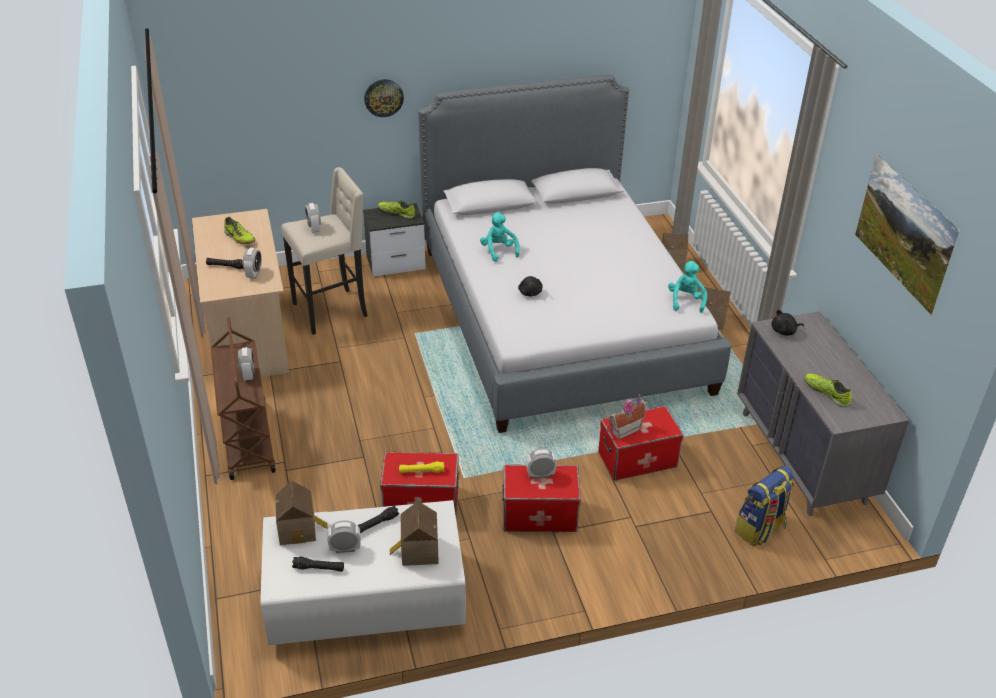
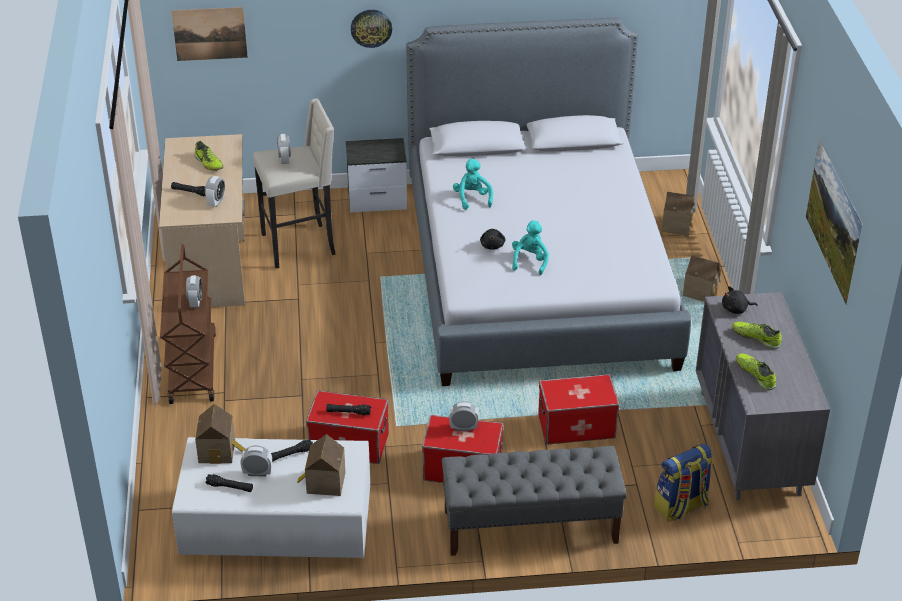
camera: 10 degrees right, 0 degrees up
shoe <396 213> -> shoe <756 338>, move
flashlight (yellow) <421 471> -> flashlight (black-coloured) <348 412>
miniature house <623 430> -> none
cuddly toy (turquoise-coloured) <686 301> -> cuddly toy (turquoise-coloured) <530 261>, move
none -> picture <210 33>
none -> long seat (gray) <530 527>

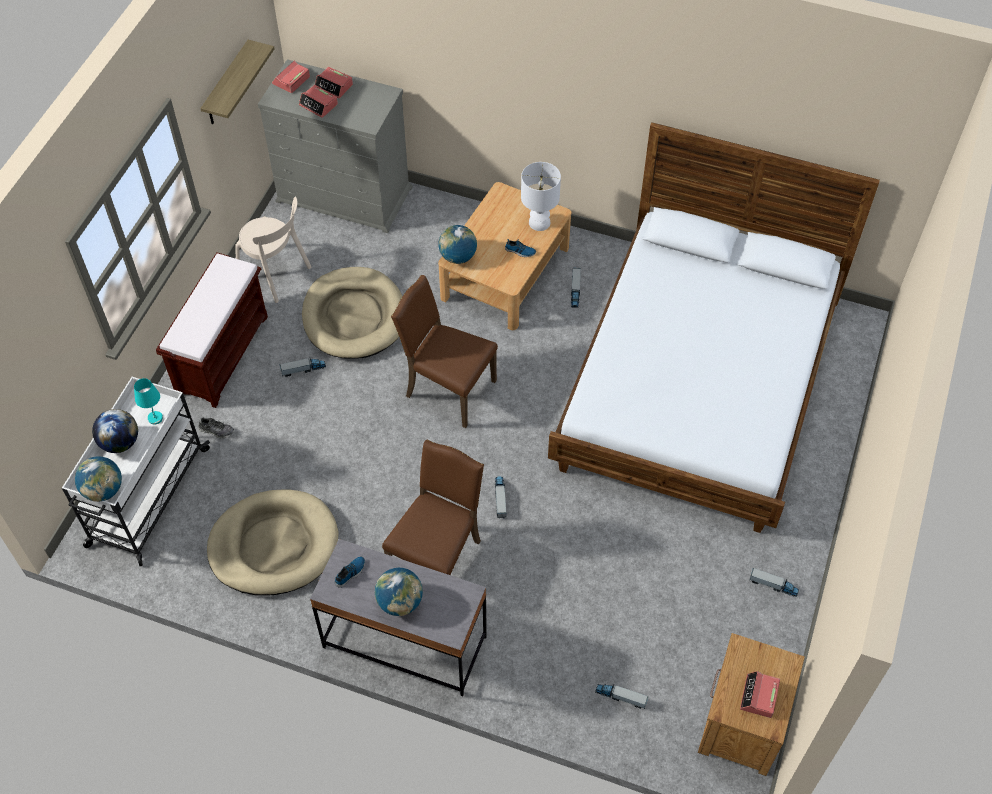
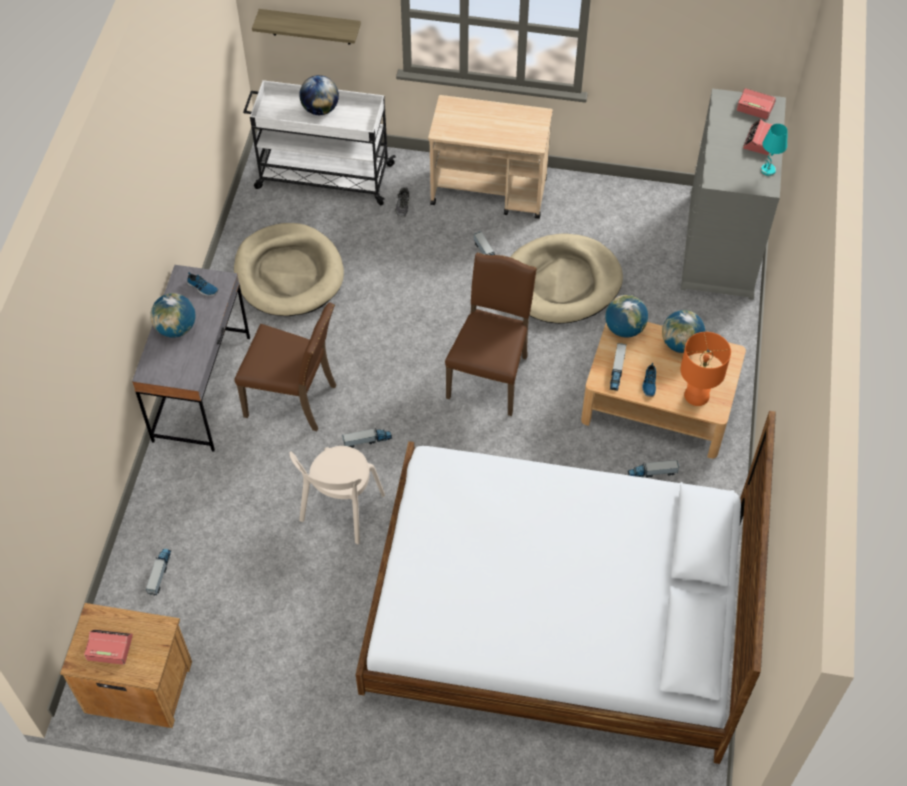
camera: 80 degrees right, 0 degrees up
globe <103 490> -> globe <680 344>, move
lamp for a table (turquoise-coloured) <155 418> -> lamp for a table (turquoise-coloured) <768 170>, move
long seat (brown) <222 354> -> cart (sand-coloured) <490 192>
bracket shelf <227 85> -> bracket shelf <310 27>, move
chair (sand-coloured) <276 275> -> chair (sand-coloured) <340 511>, move
table clock <319 105> -> none
lamp for a table (white-coloured) <538 223> -> lamp for a table (orange-coloured) <696 395>
model truck <773 585> -> model truck <617 371>, move

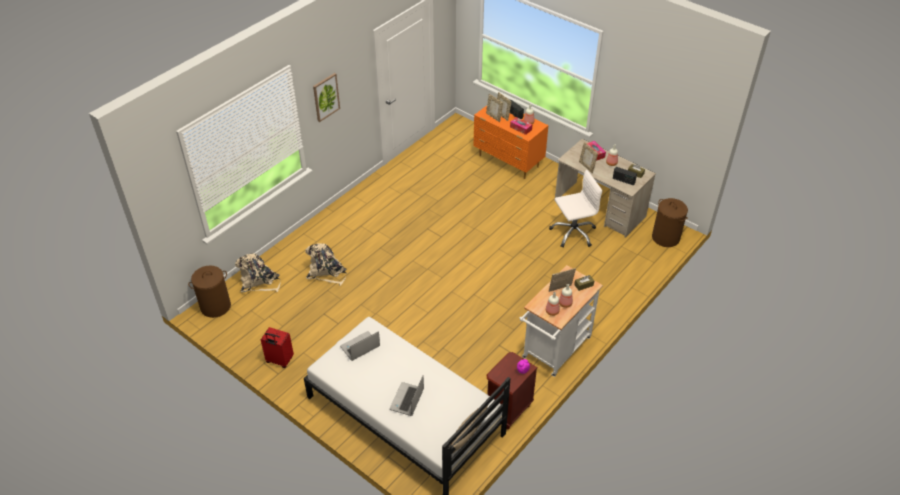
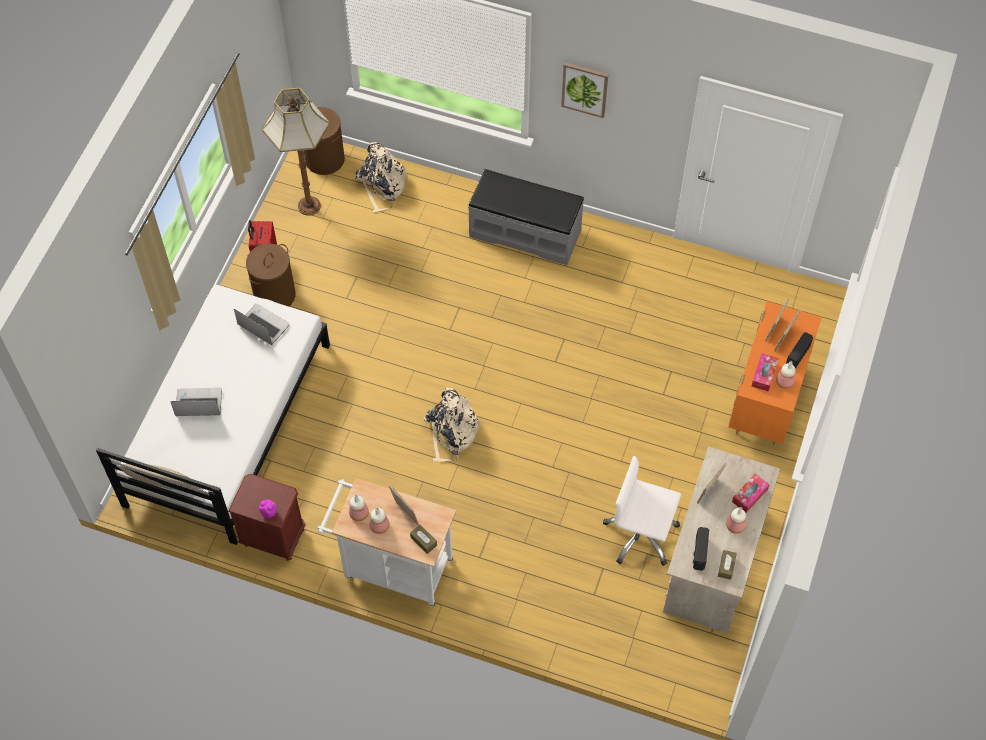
camera: 70 degrees right, 15 degrees up
rucksack (sand-coloured) <326 272> -> rucksack (sand-coloured) <451 432>, move
office chair (white-coloured) <573 233> -> office chair (white-coloured) <640 535>, 150 degrees clockwise
washing basket (brown) <666 238> -> washing basket (brown) <274 295>, move
none -> standing lamp <308 206>
none -> long seat (gray) <525 232>

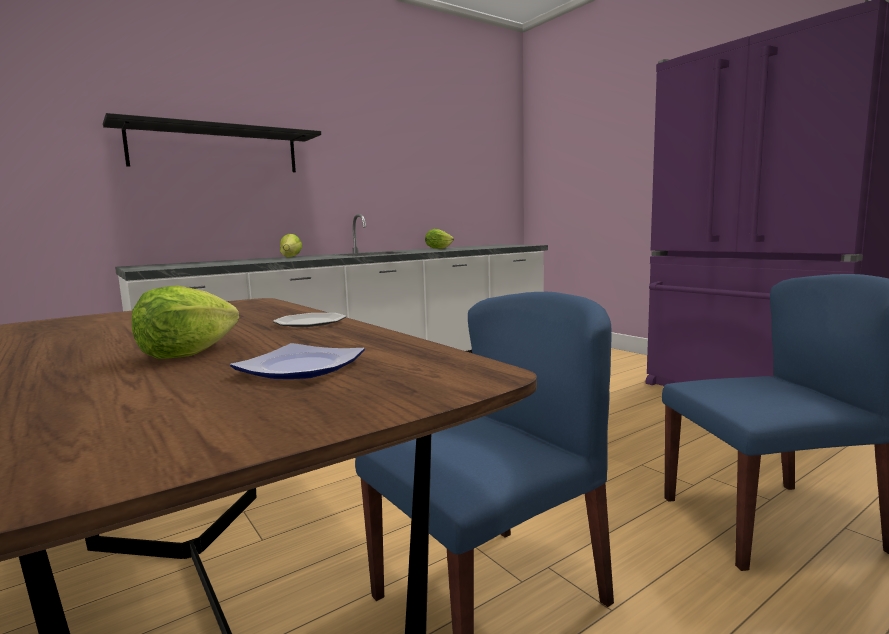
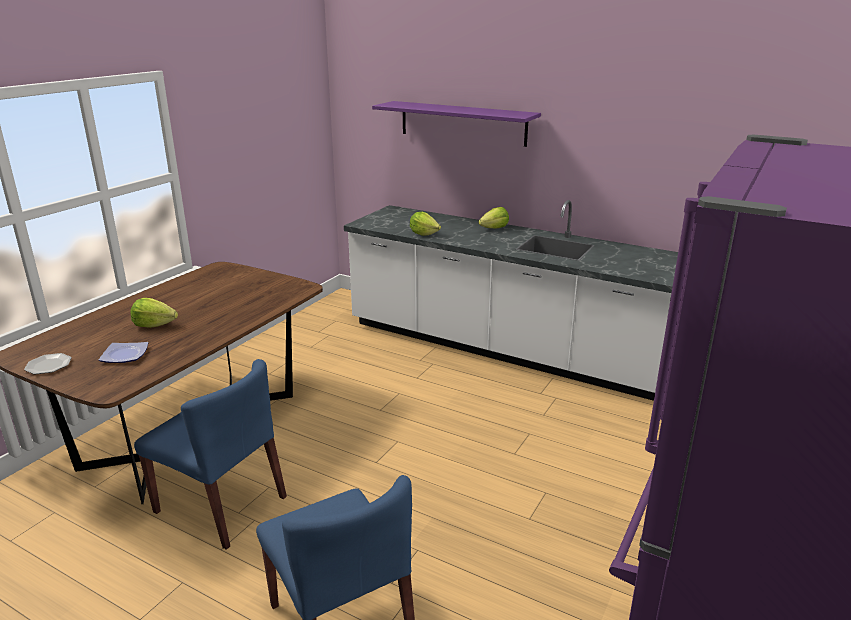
camera: 65 degrees right, 15 degrees up
bracket shelf (black-coloured) <216 150> -> bracket shelf (purplish) <462 123>
flat dish <309 323> -> flat dish <49 365>, move
lettuce head <438 249> -> lettuce head <424 234>, move

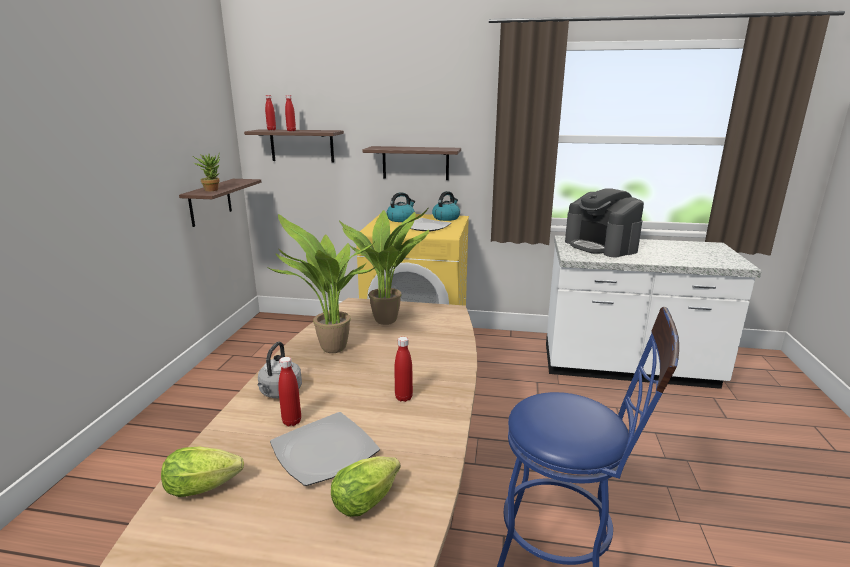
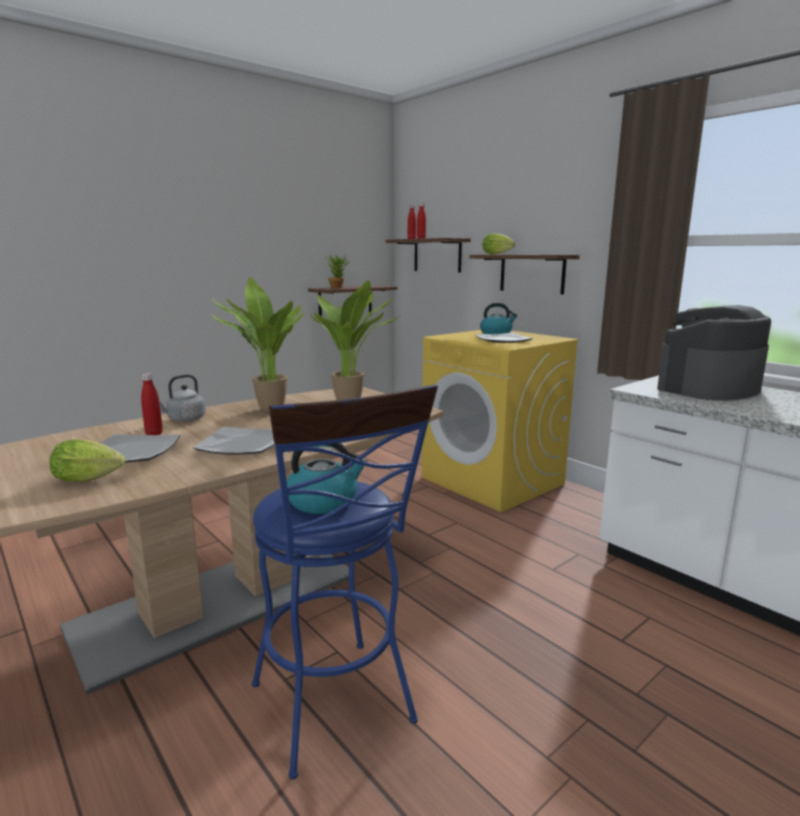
camera: 40 degrees right, 5 degrees down
lettuce head <207 487> -> lettuce head <498 254>, move
bottle (red) <403 397> -> flat dish <241 445>
kettle <446 218> -> kettle <324 501>, move
coffee brewer <601 246> -> coffee brewer <708 388>, 45 degrees clockwise

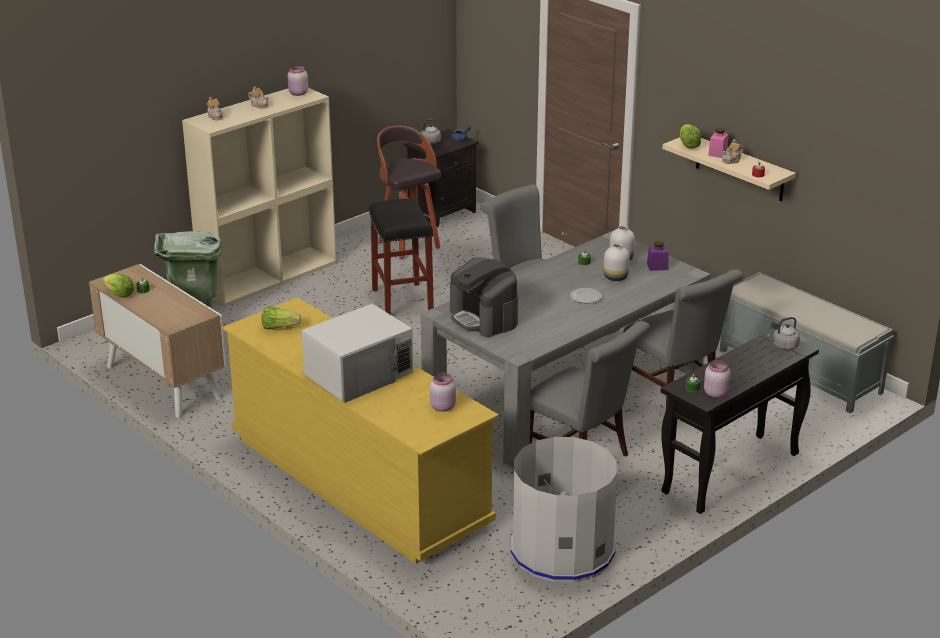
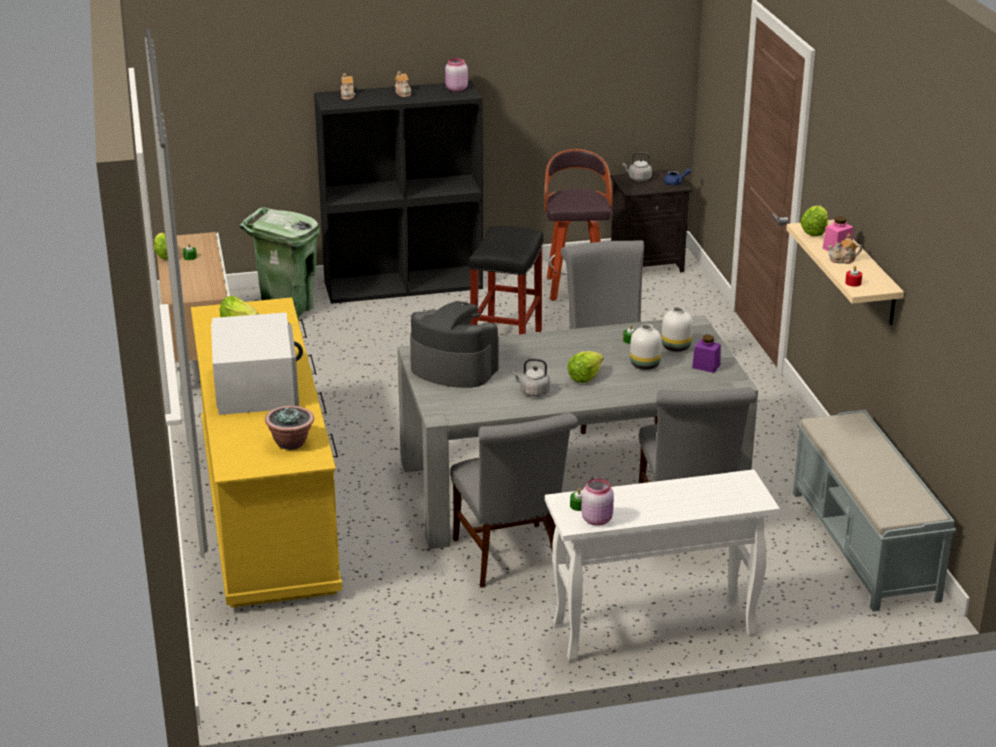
camera: 30 degrees right, 0 degrees up
shelving unit (sand-coloured) <269 276> -> shelving unit (black-coloured) <404 284>
microwave (white-coloured) <360 373> -> microwave (white-coloured) <256 387>, 90 degrees counterclockwise
storage jar (pink-coloured) <442 407> -> plant in a pot <291 443>
coffee brewer <484 318> -> coffee brewer <453 369>, 120 degrees clockwise
rubbish bin (gray) <562 550> -> none
flat dish <585 297> -> lettuce head <585 377>
hall table (black-coloured) <730 474> -> hall table (white-coloured) <652 630>
kettle (gray) <783 346> -> kettle (gray) <532 392>, move

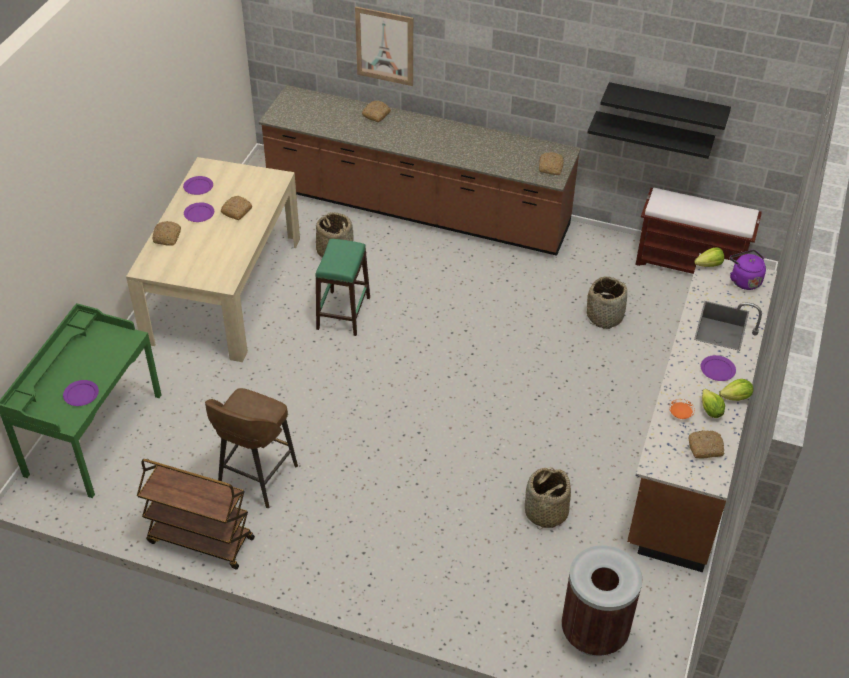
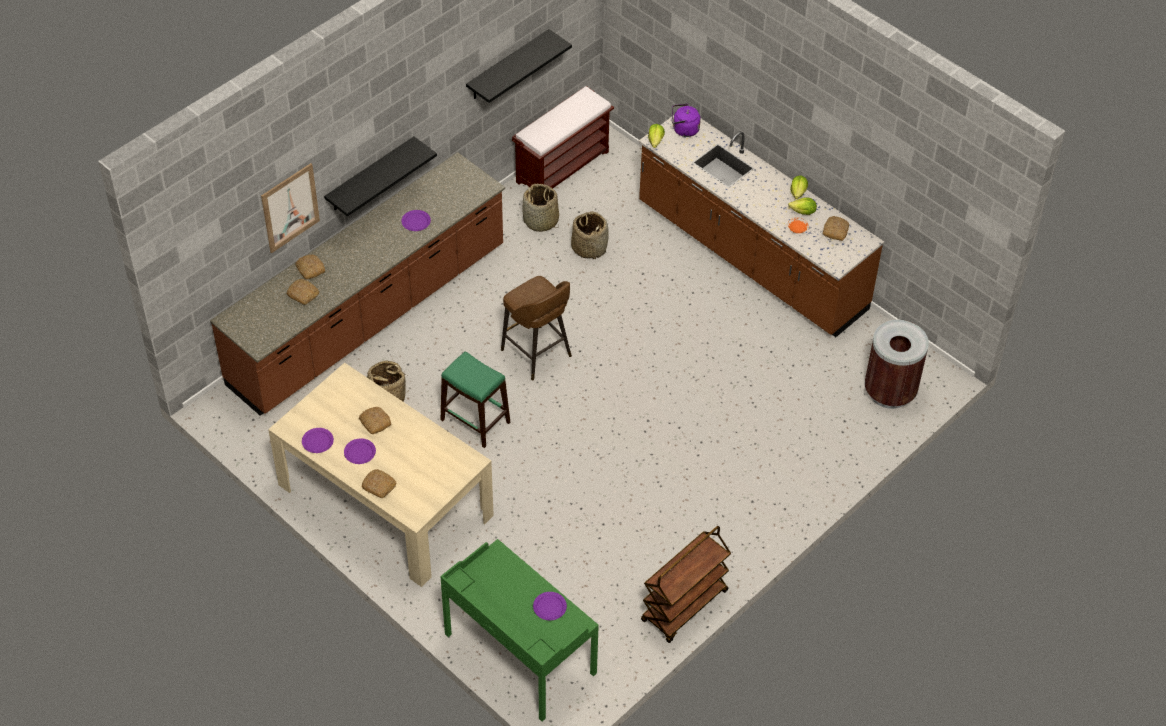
camera: 65 degrees left, 5 degrees up
stool seat (brown) <256 478> -> stool seat (brown) <537 354>, move
basket <545 512> -> basket <541 221>, move
bakery bread <551 167> -> bakery bread <303 294>, move
bracket shelf (black-coloured) <653 134> -> bracket shelf (black-coloured) <370 175>, move
flat dish (purplish) <718 369> -> flat dish (purplish) <416 221>, move

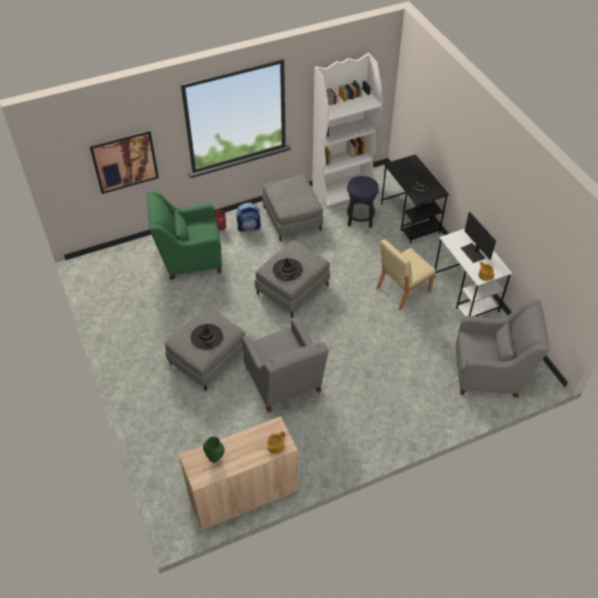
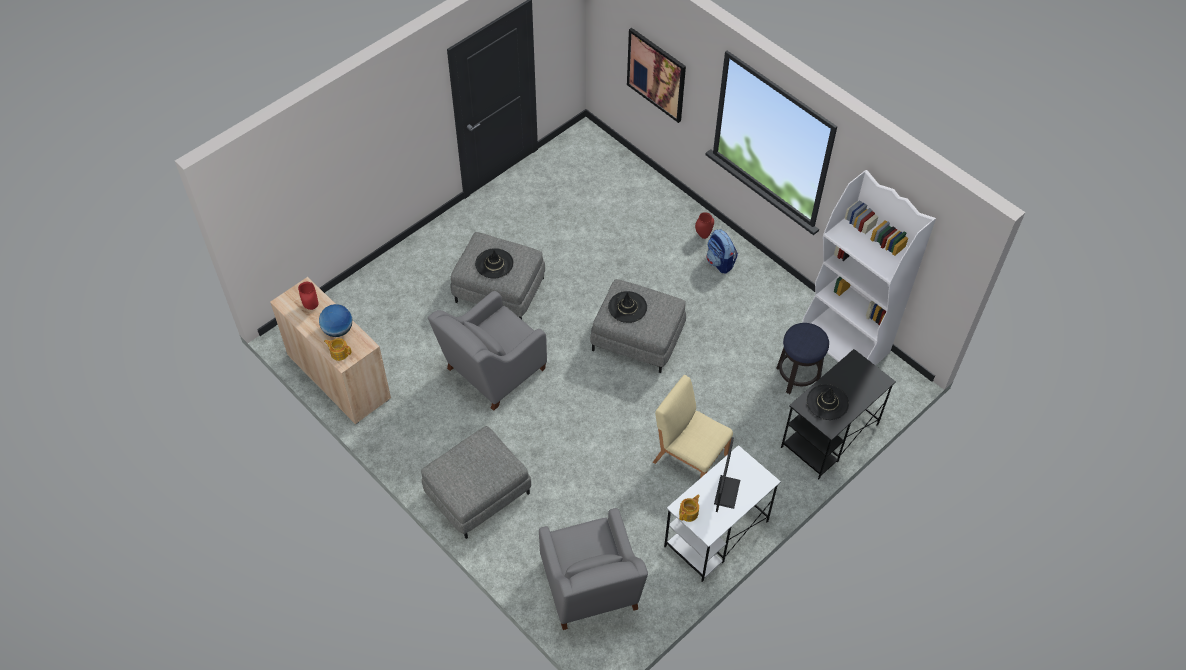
camera: 70 degrees right, 5 degrees up
easy chair (greenish) <189 258> -> none
vase (greenish) <215 458> -> vase (red) <311 306>
footrest (gray) <291 218> -> footrest (gray) <477 492>, move
monitor <473 253> -> monitor <726 491>, 150 degrees clockwise
none -> globe <338 330>

